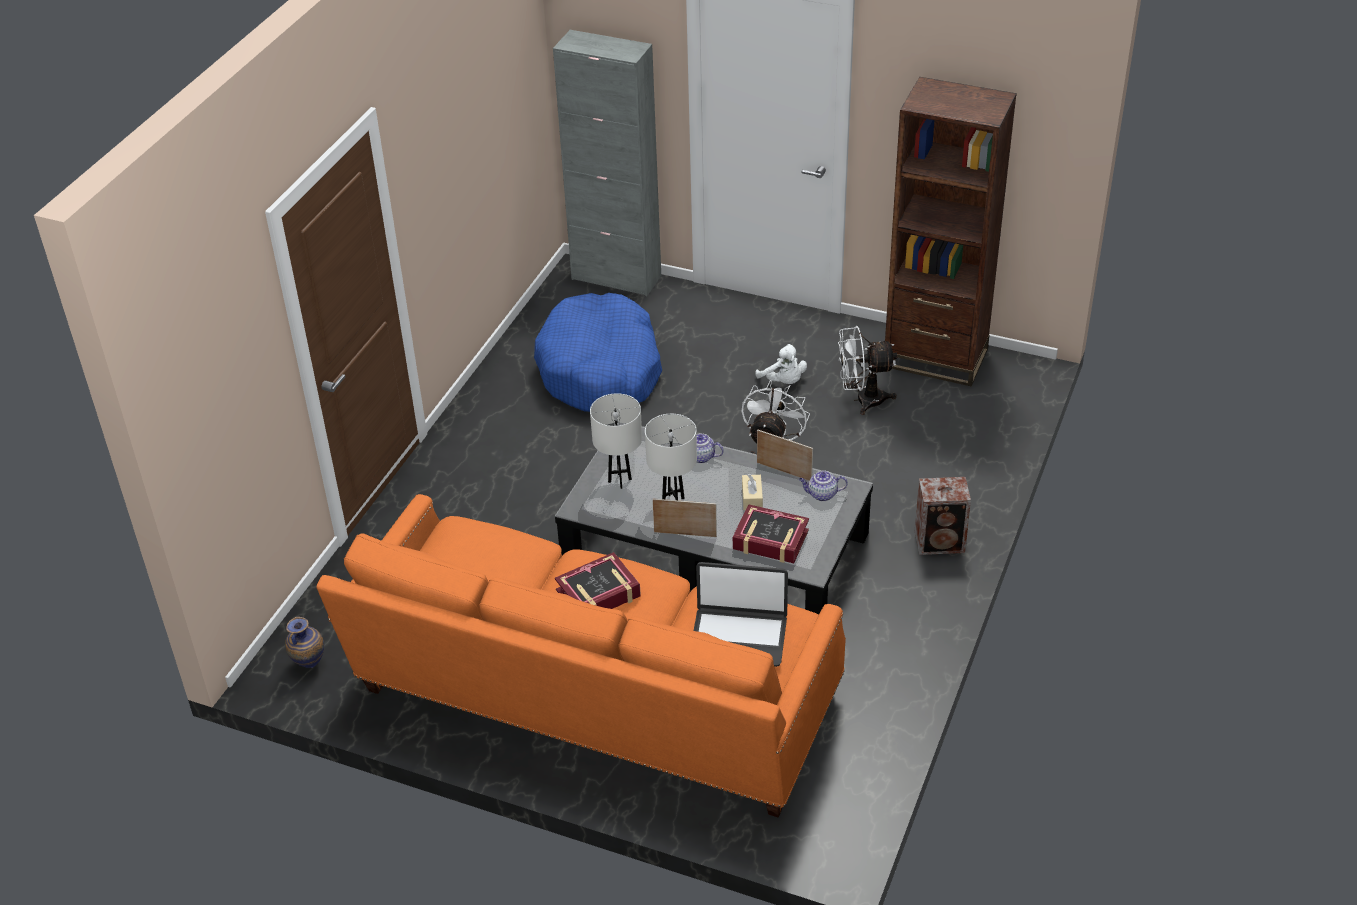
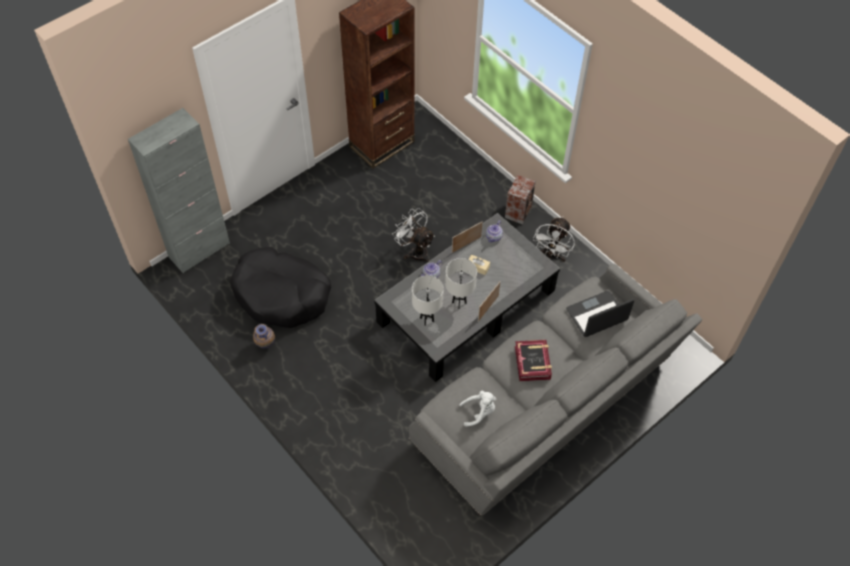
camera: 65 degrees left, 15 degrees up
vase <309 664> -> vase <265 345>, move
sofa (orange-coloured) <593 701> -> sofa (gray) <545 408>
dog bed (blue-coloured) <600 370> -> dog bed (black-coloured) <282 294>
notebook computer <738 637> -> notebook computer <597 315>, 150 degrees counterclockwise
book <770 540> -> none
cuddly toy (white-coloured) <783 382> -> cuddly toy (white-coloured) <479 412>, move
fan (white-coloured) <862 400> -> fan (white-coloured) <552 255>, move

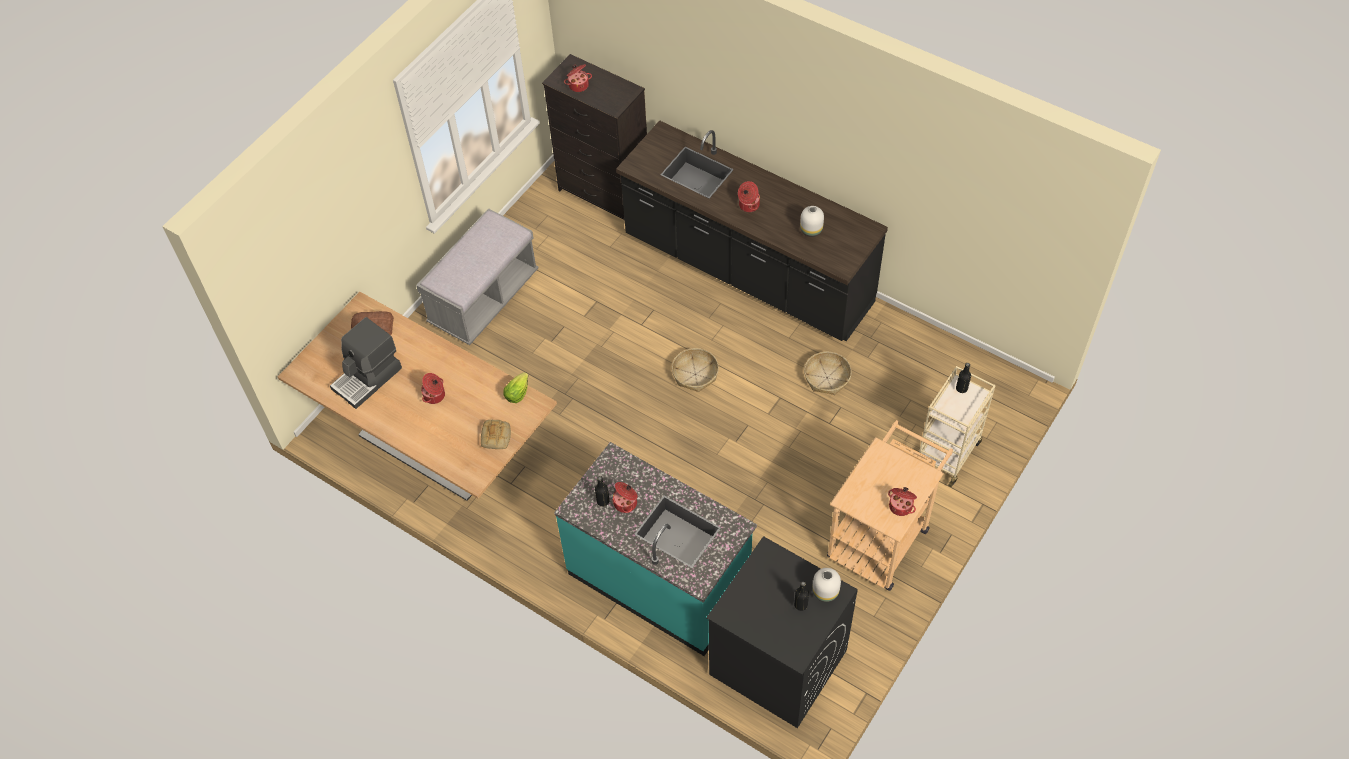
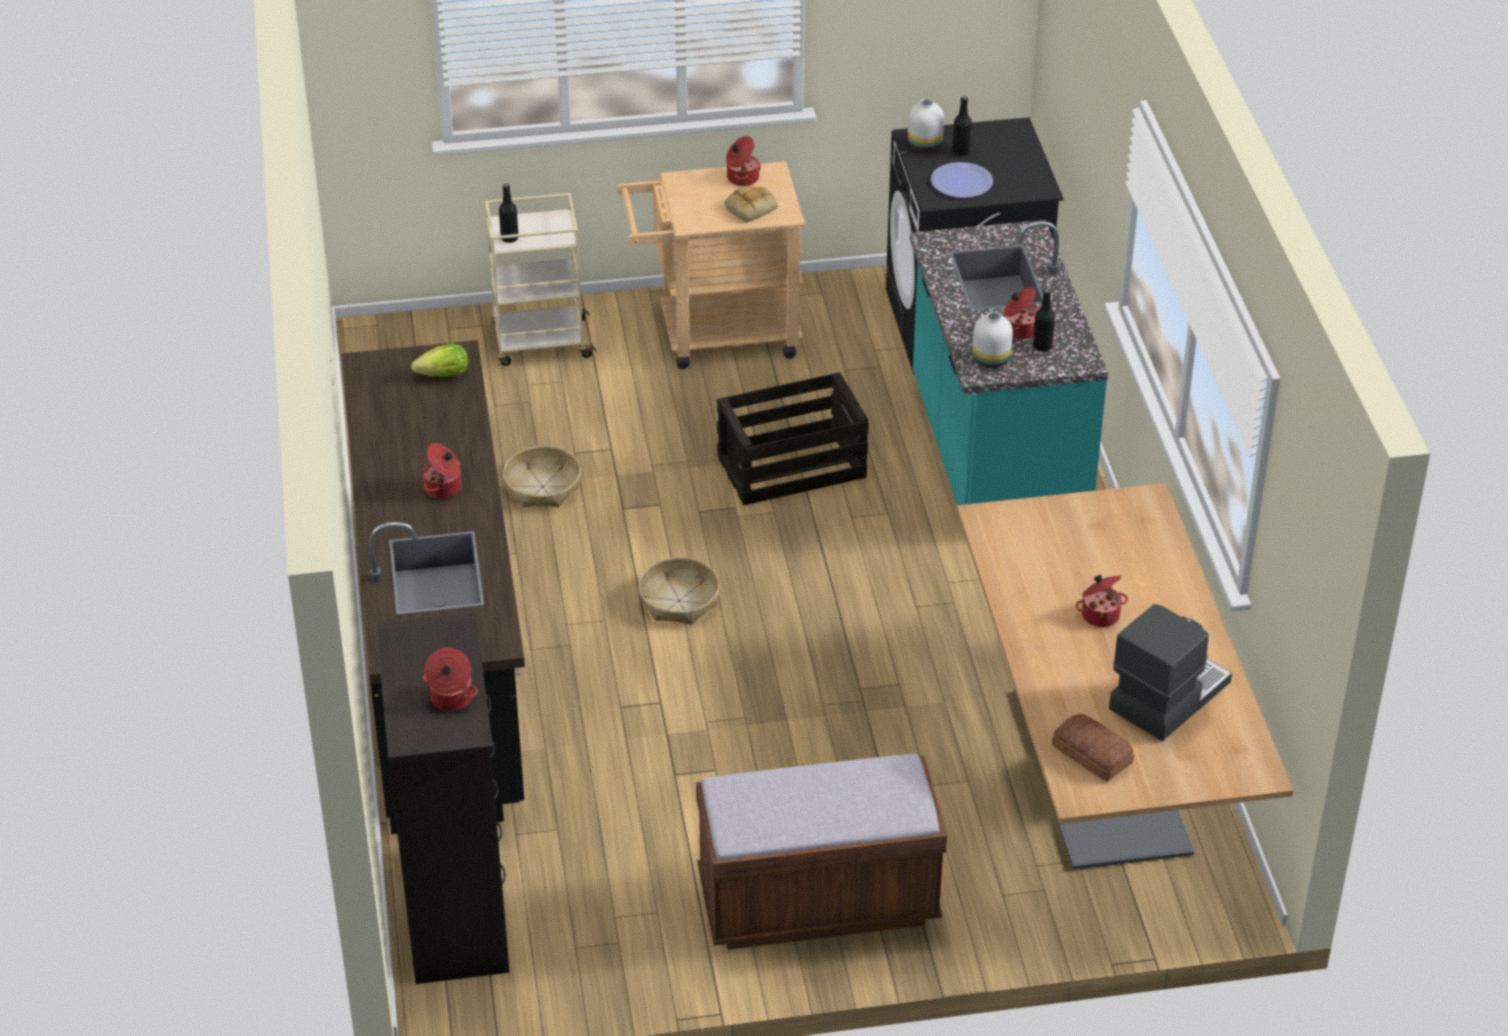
camera: 135 degrees left, 15 degrees down
coffee brewer <368 378> -> coffee brewer <1167 695>, 45 degrees counterclockwise
long seat (gray) <484 299> -> long seat (brown) <818 901>
bakery bread <496 437> -> bakery bread <751 207>, move
lettuce head <517 393> -> lettuce head <444 375>, move
vase (white-coloured) <811 229> -> vase (white-coloured) <990 360>, move
none -> packing crate <792 467>
none -> flat dish <961 182>

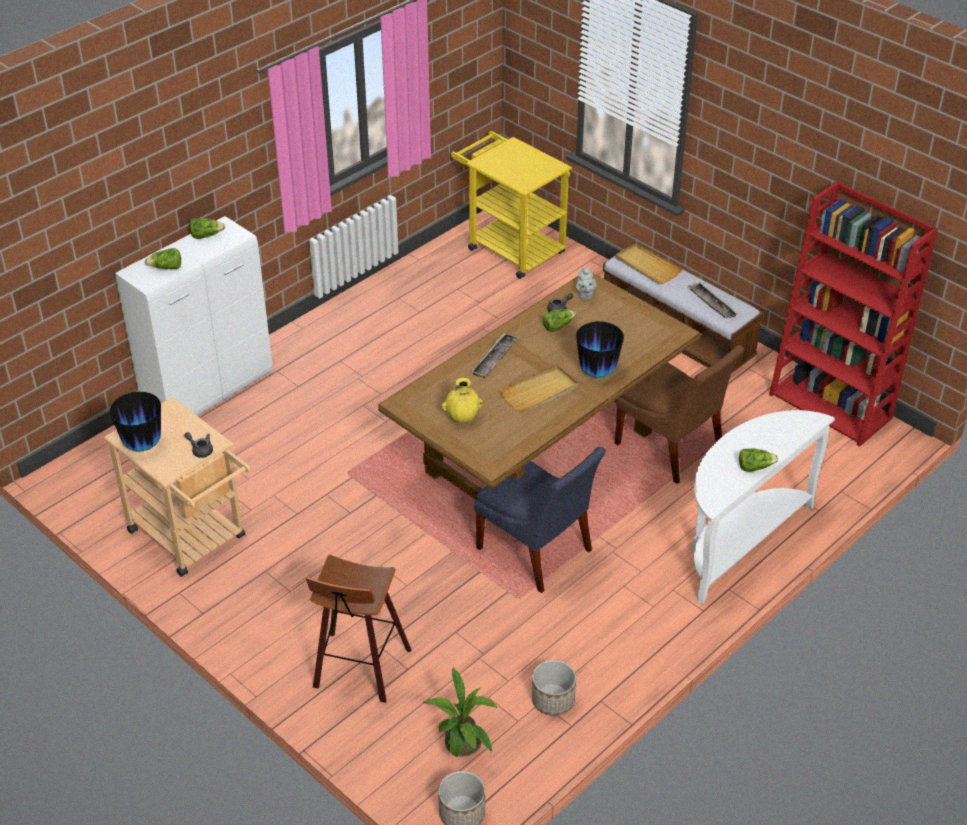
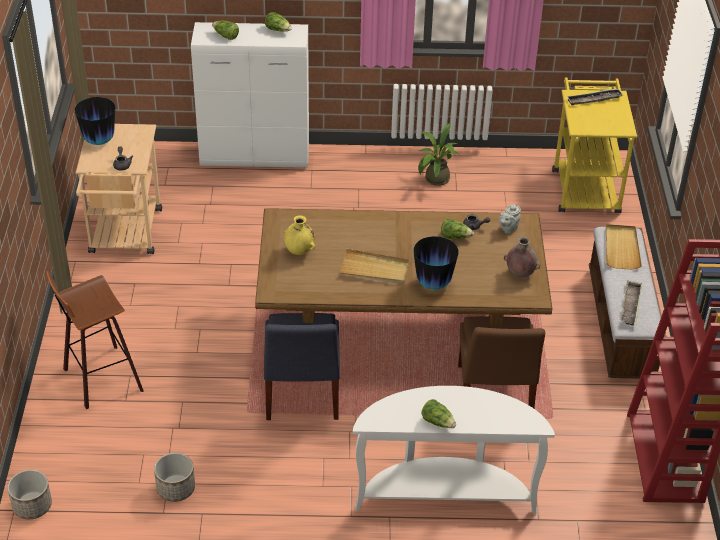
camera: 45 degrees right, 0 degrees up
plant in a pot <462 747> -> plant in a pot <434 180>, move
tray <494 358> -> tray <594 99>, move
none -> vase (brown) <520 274>

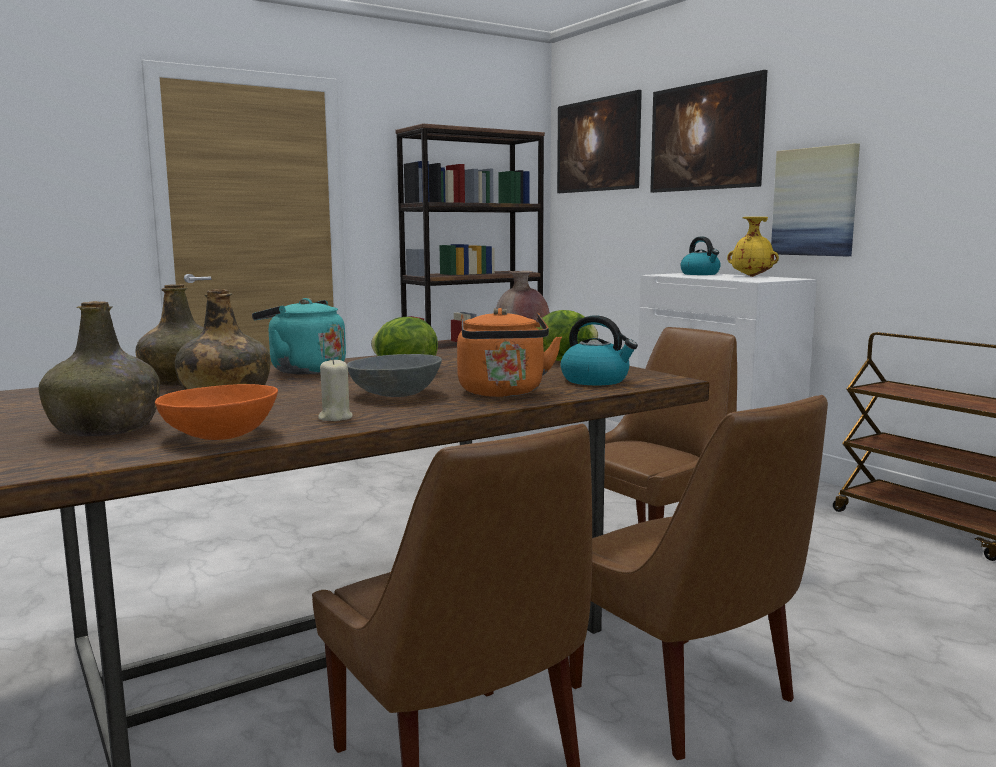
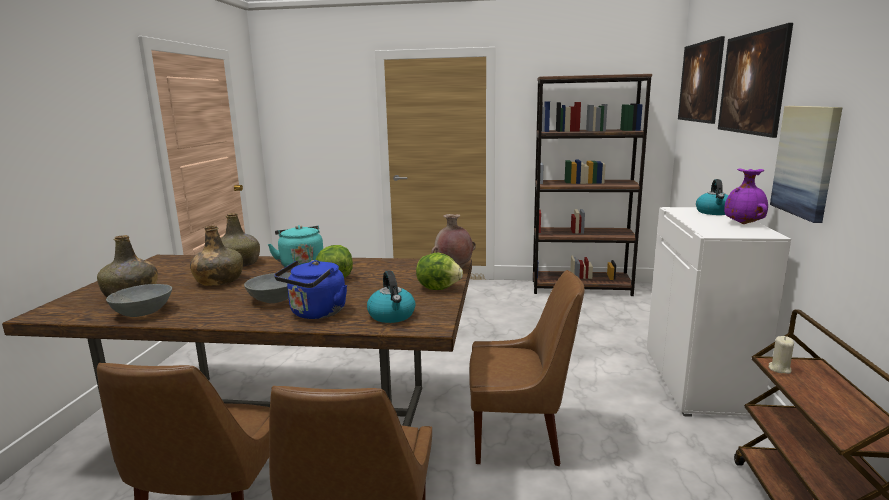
camera: 40 degrees right, 5 degrees up
serving bowl (orange-coloured) <222 435> -> serving bowl (gray) <144 312>
candle (sand-coloured) <335 417> -> candle (sand-coloured) <779 369>, move
kettle (orange-coloured) <502 393> -> kettle (blue-coloured) <316 313>
vase (yellow) <752 276> -> vase (purplish) <744 223>

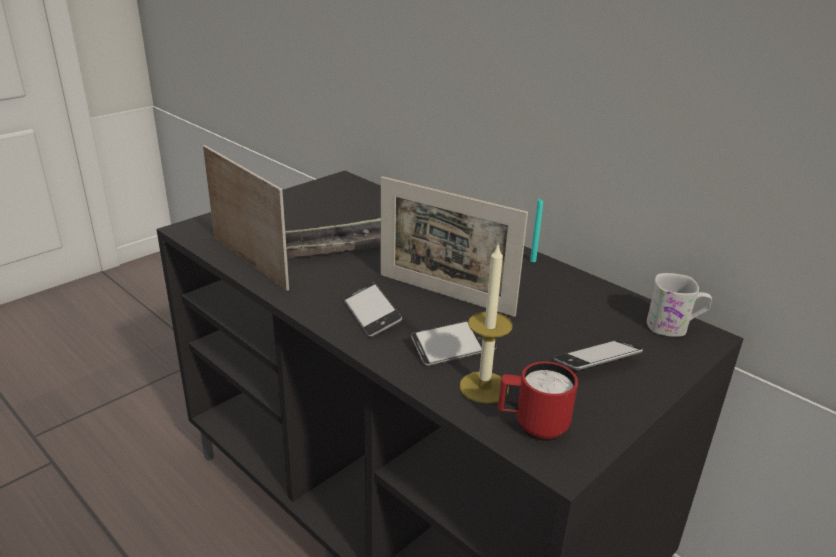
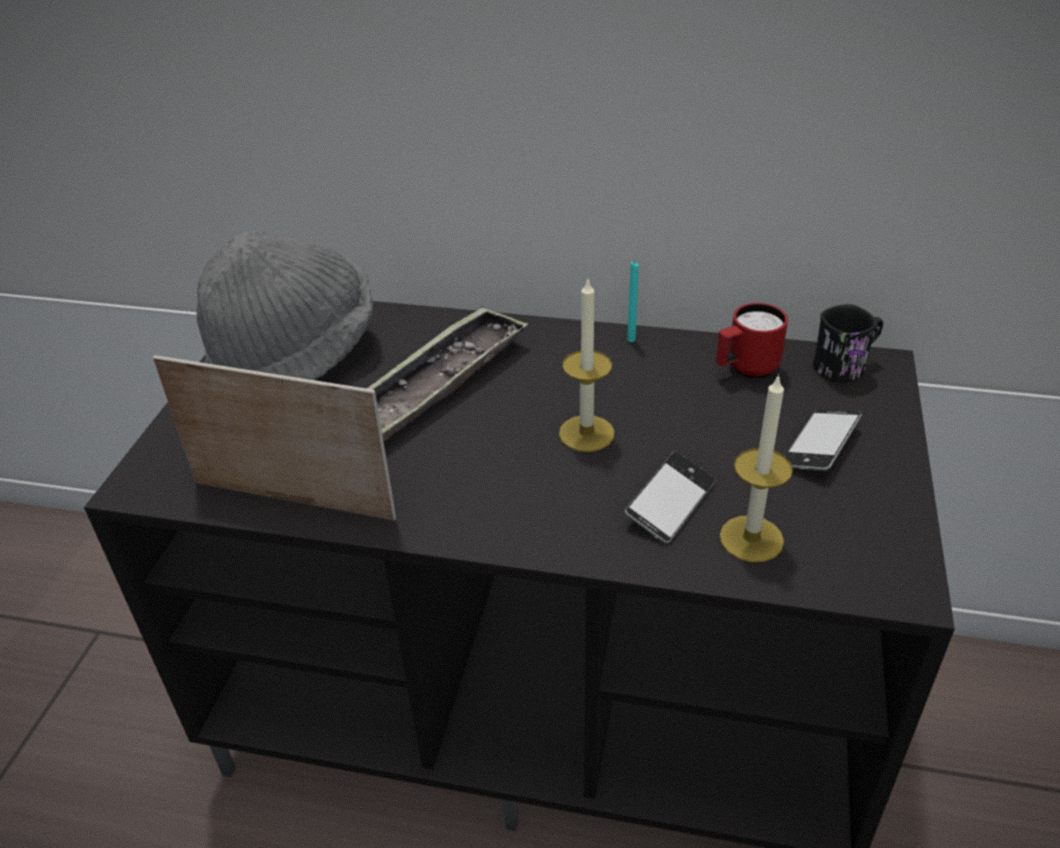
camera: 30 degrees left, 10 degrees up
telephone <372 315> -> none
photo frame <445 294> -> candle <586 433>
mug (red) <532 426> -> mug (red) <745 369>, move
mug (white-coloured) <674 327> -> mug (black-coloured) <845 366>
none -> hat (gray) <295 356>

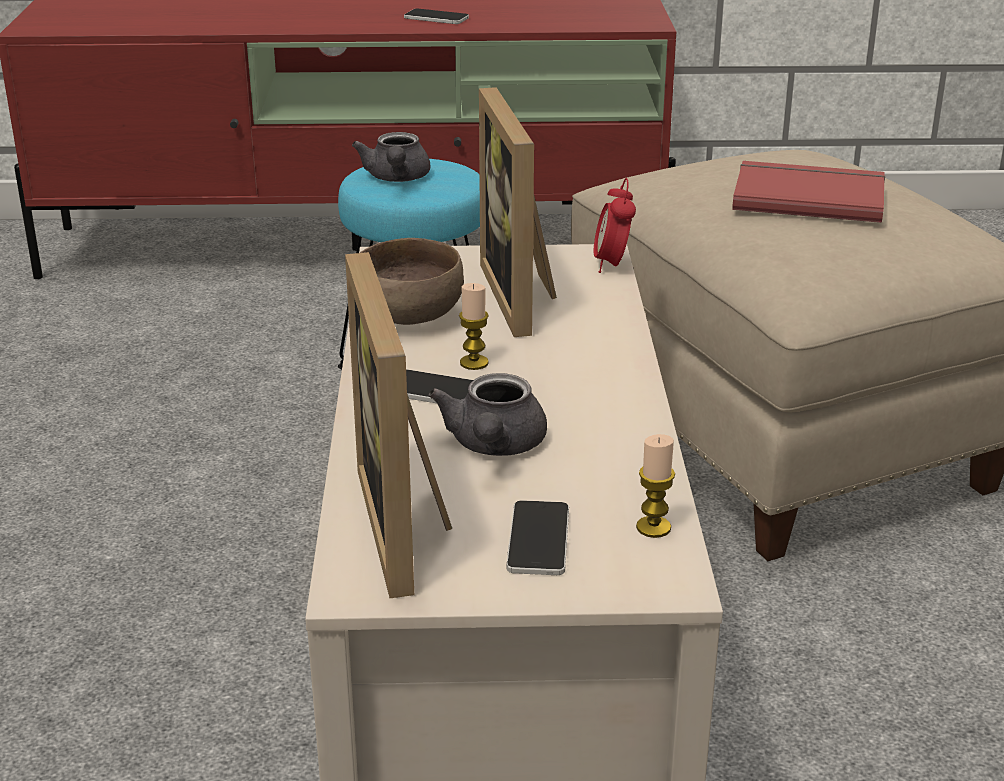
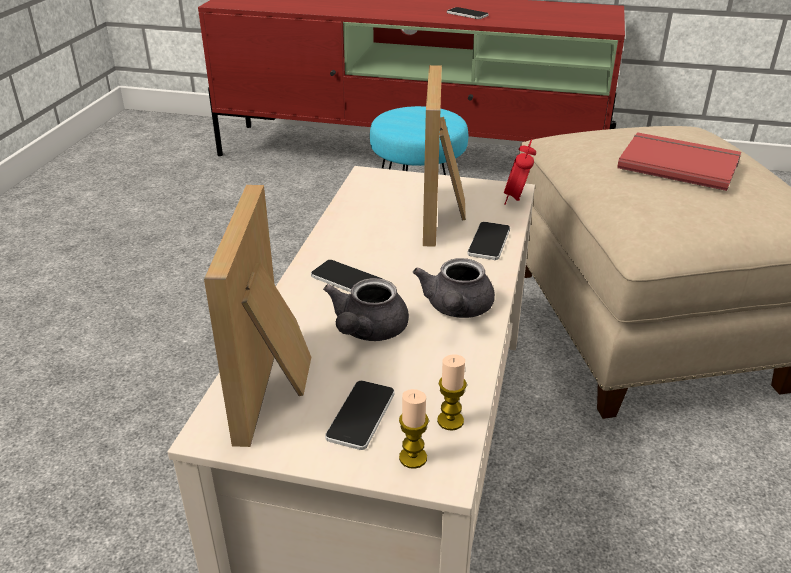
camera: 15 degrees right, 5 degrees up
pot for tea (gray) <396 179> -> pot for tea (gray) <456 309>, move
serving bowl (brown) <407 317> -> none
candle <474 363> -> candle <413 458>, move
none -> telephone <489 242>

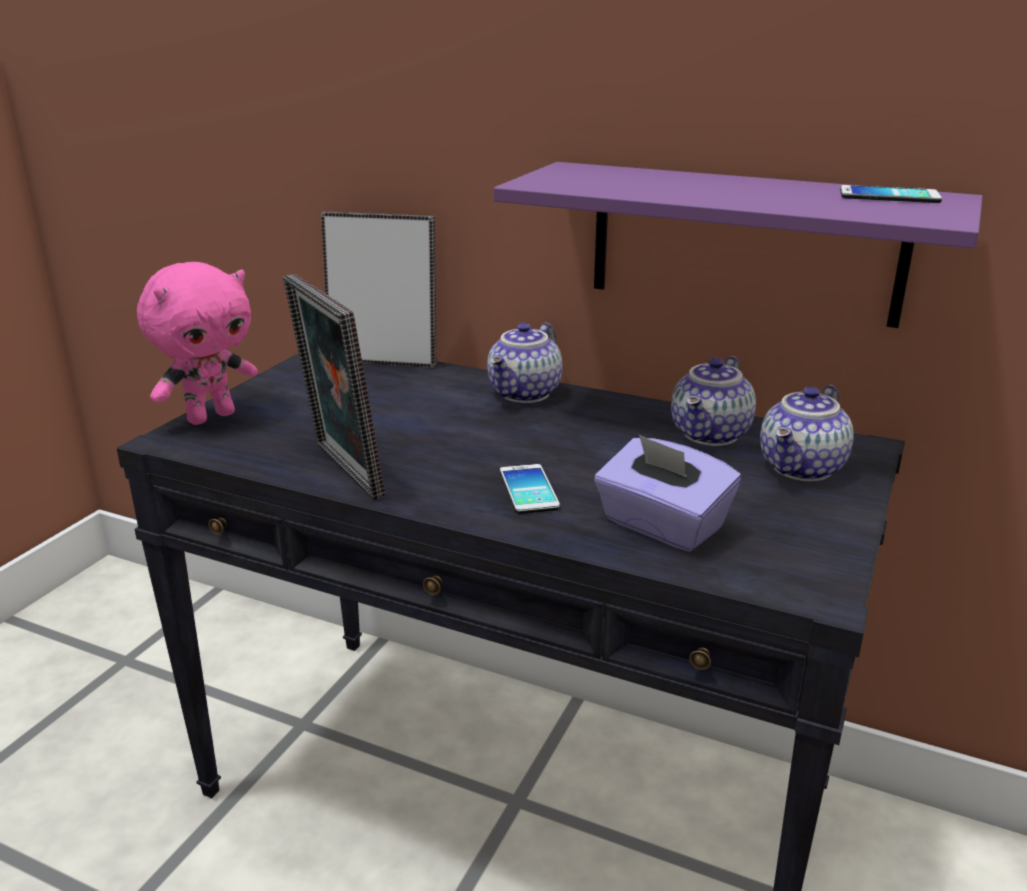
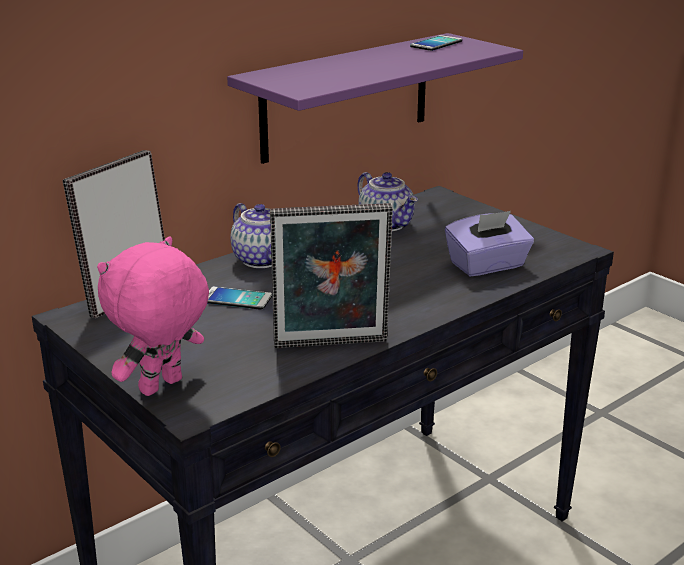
camera: 65 degrees left, 0 degrees up
cuddly toy (pink-coloured) <211 416> -> cuddly toy (pink-coloured) <162 387>, 120 degrees counterclockwise
telephone <528 490> -> telephone <237 299>, move
pot for tea <803 469> -> none

